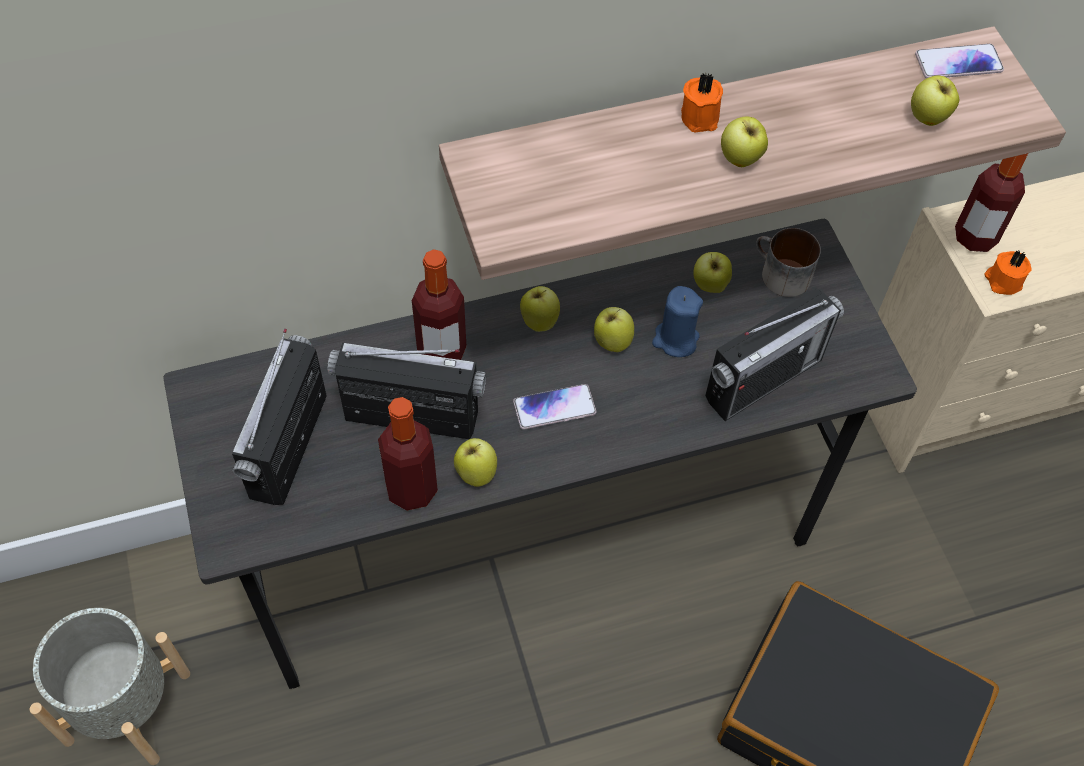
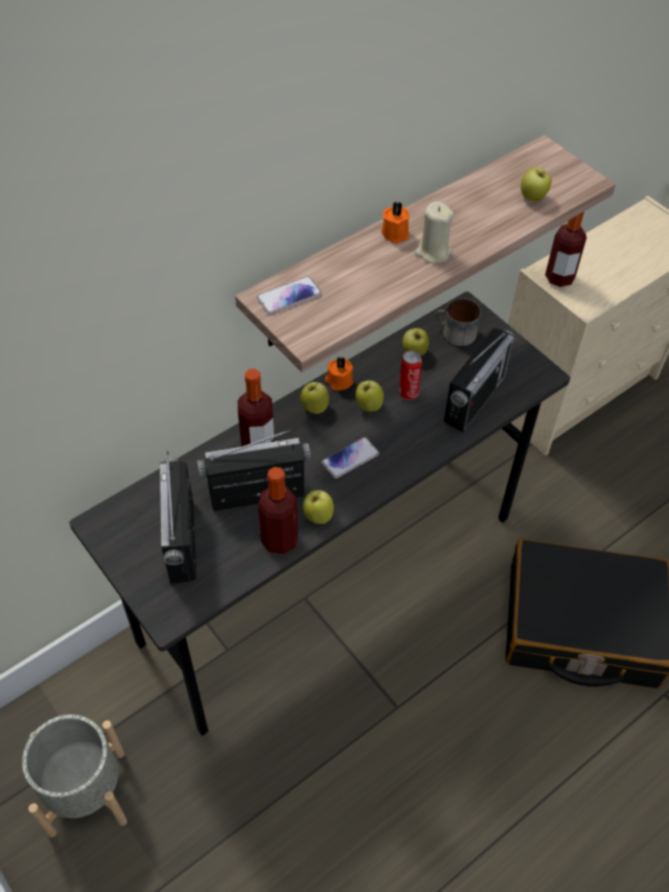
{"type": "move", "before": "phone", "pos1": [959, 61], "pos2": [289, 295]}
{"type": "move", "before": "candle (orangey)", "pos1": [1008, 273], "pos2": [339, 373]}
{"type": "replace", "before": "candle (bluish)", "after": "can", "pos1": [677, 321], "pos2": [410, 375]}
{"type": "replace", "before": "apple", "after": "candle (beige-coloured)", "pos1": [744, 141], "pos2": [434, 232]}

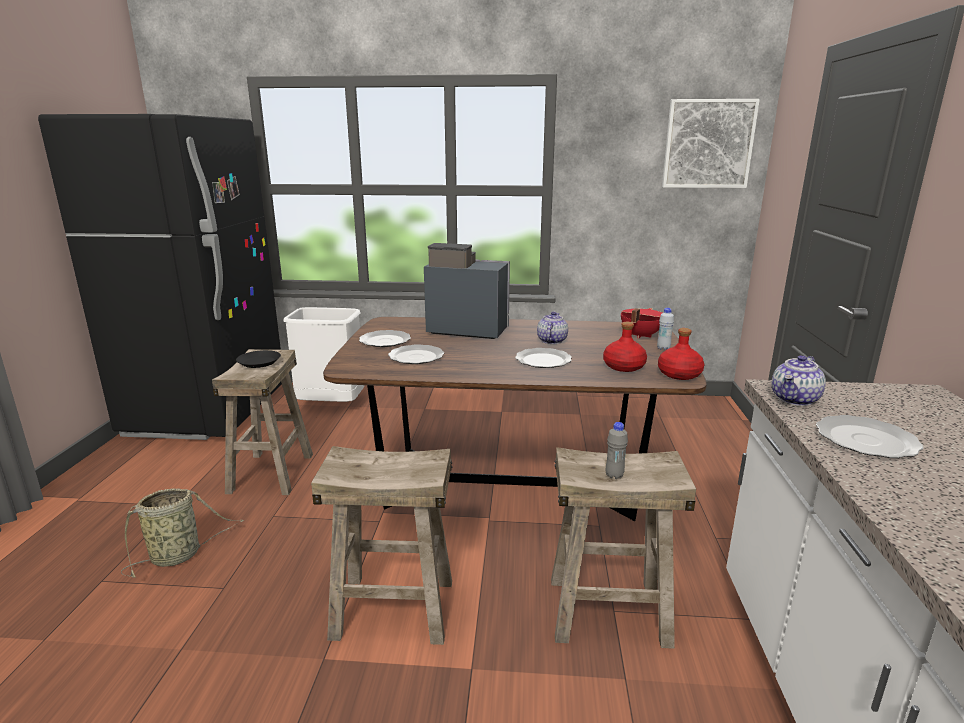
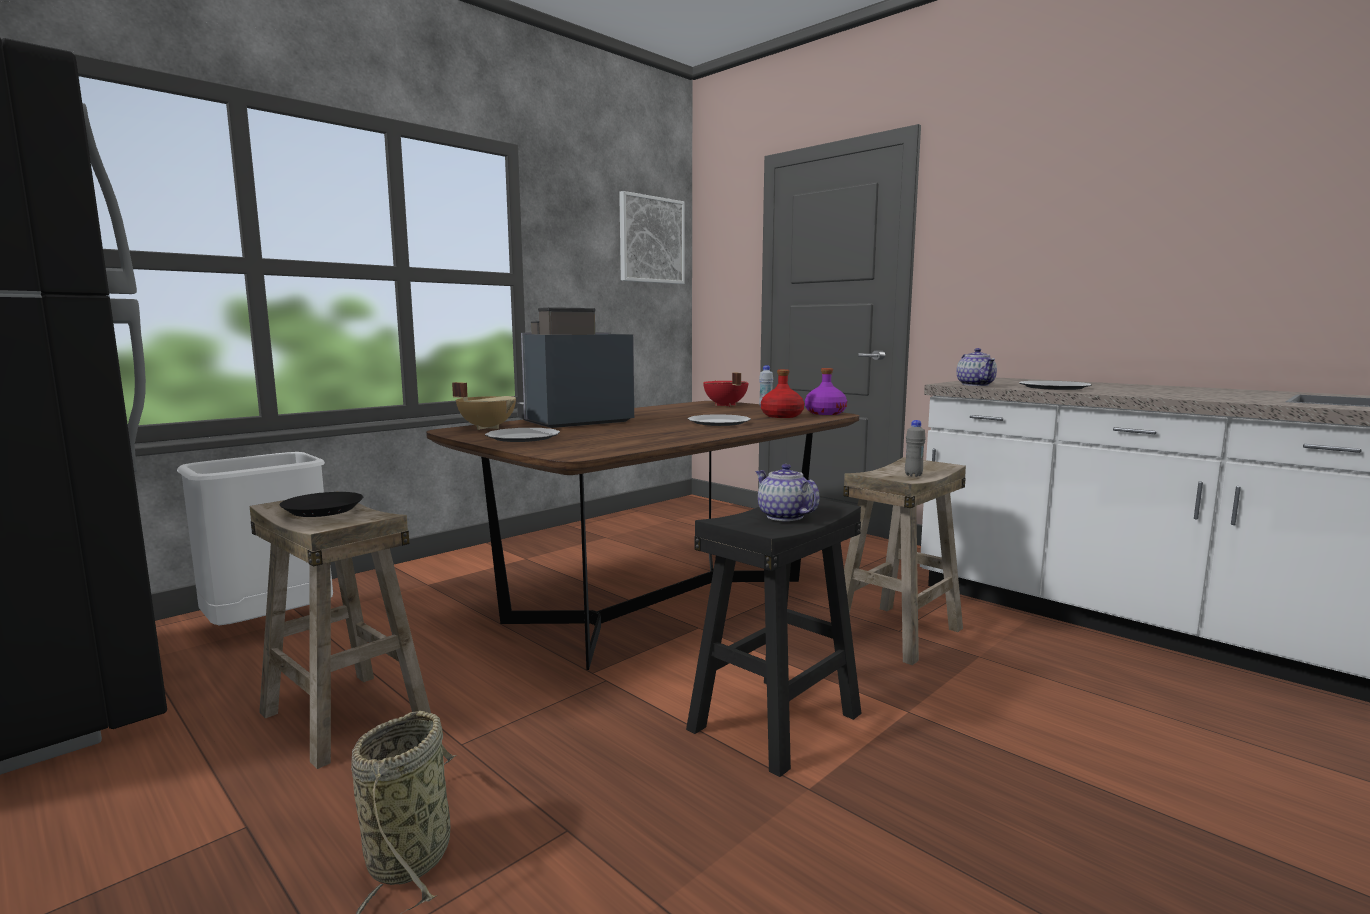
{"type": "insert", "after": "cooking pot (beige-coloured)", "pos2": [484, 406]}
{"type": "recolor", "before": "stool seat (beige-coloured)", "after": "stool seat (black)", "pos1": [381, 545], "pos2": [774, 637]}
{"type": "move", "before": "pot for tea", "pos1": [552, 328], "pos2": [787, 492]}
{"type": "recolor", "before": "beverage bottle (red-coloured)", "after": "beverage bottle (purplish)", "pos1": [681, 354], "pos2": [826, 391]}
{"type": "delete", "before": "plate", "pos1": [416, 354]}

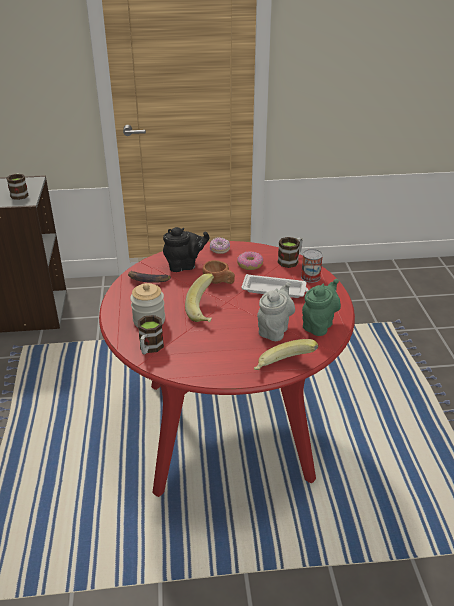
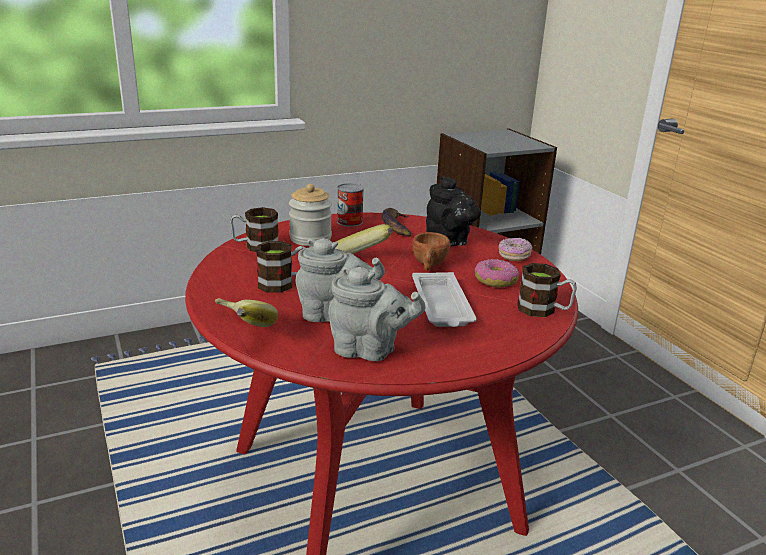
{"type": "move", "before": "mug", "pos1": [17, 186], "pos2": [281, 267]}
{"type": "recolor", "before": "pot for tea (greenish)", "after": "pot for tea (greyish)", "pos1": [321, 307], "pos2": [377, 313]}
{"type": "move", "before": "can", "pos1": [312, 266], "pos2": [350, 205]}

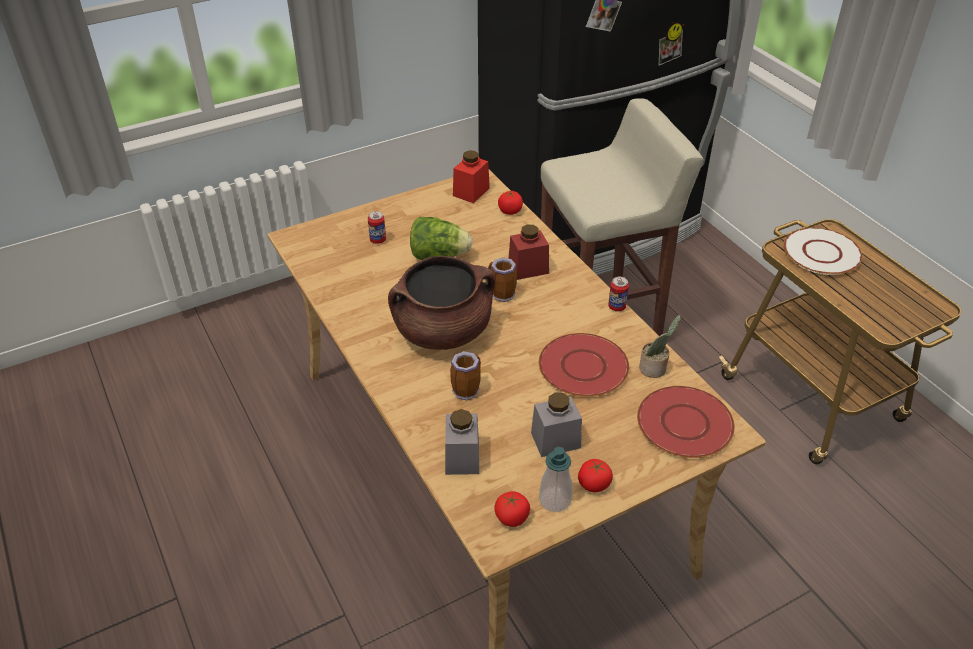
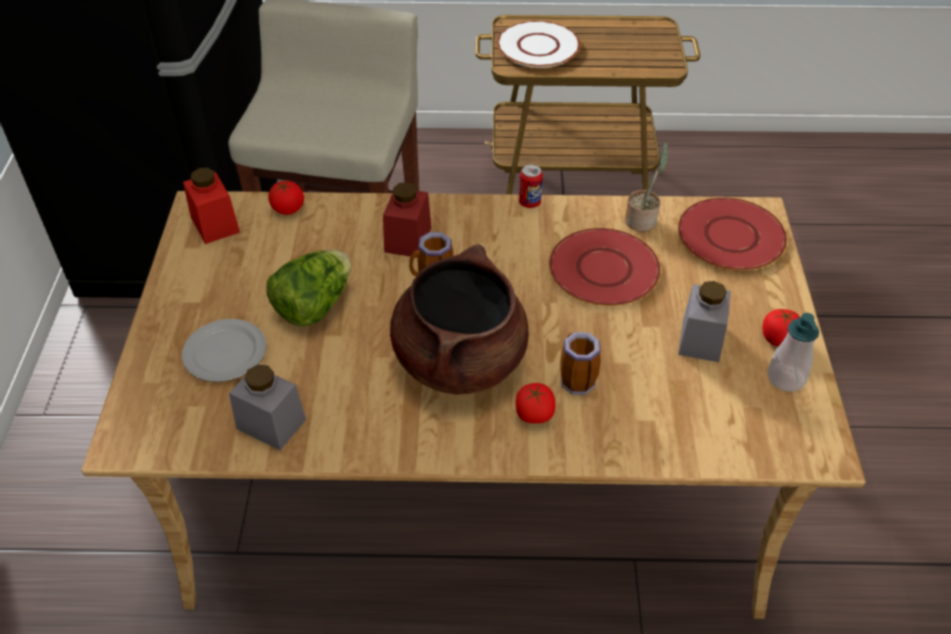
{"type": "replace", "before": "can", "after": "plate", "pos1": [377, 227], "pos2": [224, 350]}
{"type": "move", "before": "preserve jar (greyish)", "pos1": [462, 442], "pos2": [267, 408]}
{"type": "move", "before": "fresh tomato", "pos1": [512, 509], "pos2": [535, 403]}

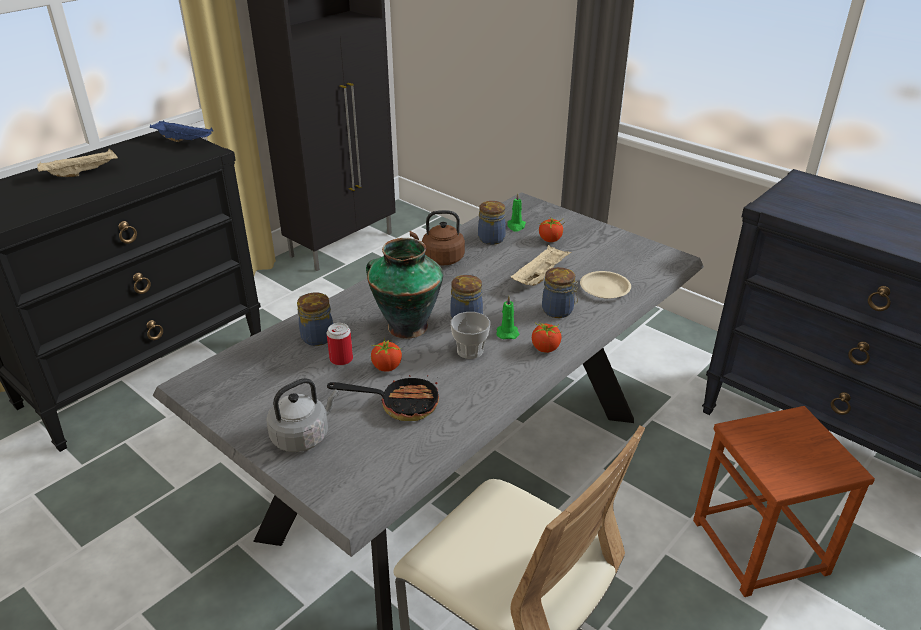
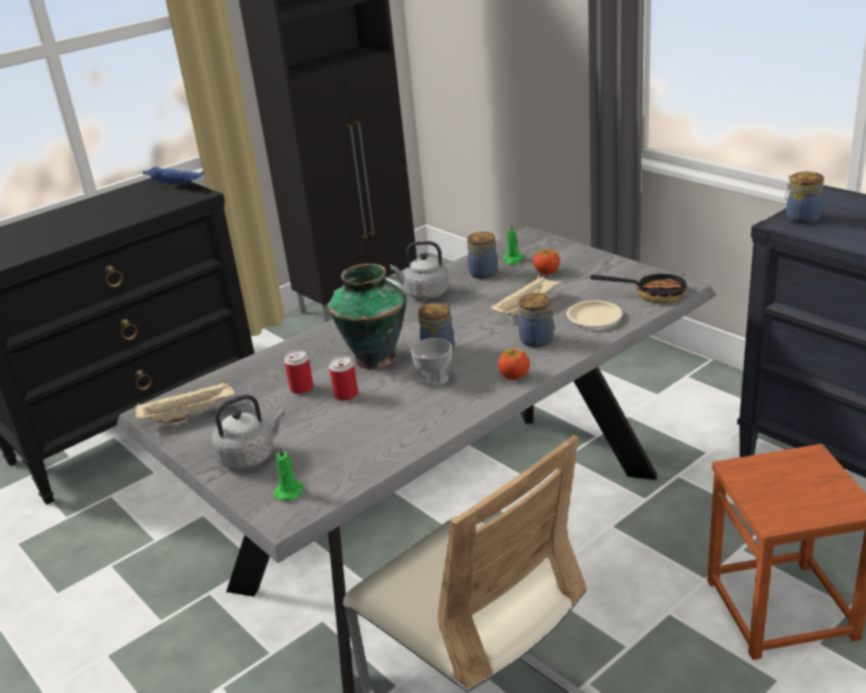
{"type": "move", "before": "serving tray (beige-coloured)", "pos1": [77, 163], "pos2": [185, 401]}
{"type": "move", "before": "candle (greenish)", "pos1": [508, 317], "pos2": [289, 472]}
{"type": "replace", "before": "fresh tomato", "after": "can", "pos1": [386, 354], "pos2": [343, 378]}
{"type": "recolor", "before": "water kettle (brownish)", "after": "water kettle (greyish)", "pos1": [437, 237], "pos2": [419, 270]}
{"type": "move", "before": "skillet", "pos1": [383, 398], "pos2": [638, 286]}
{"type": "move", "before": "preserve jar", "pos1": [315, 319], "pos2": [804, 198]}

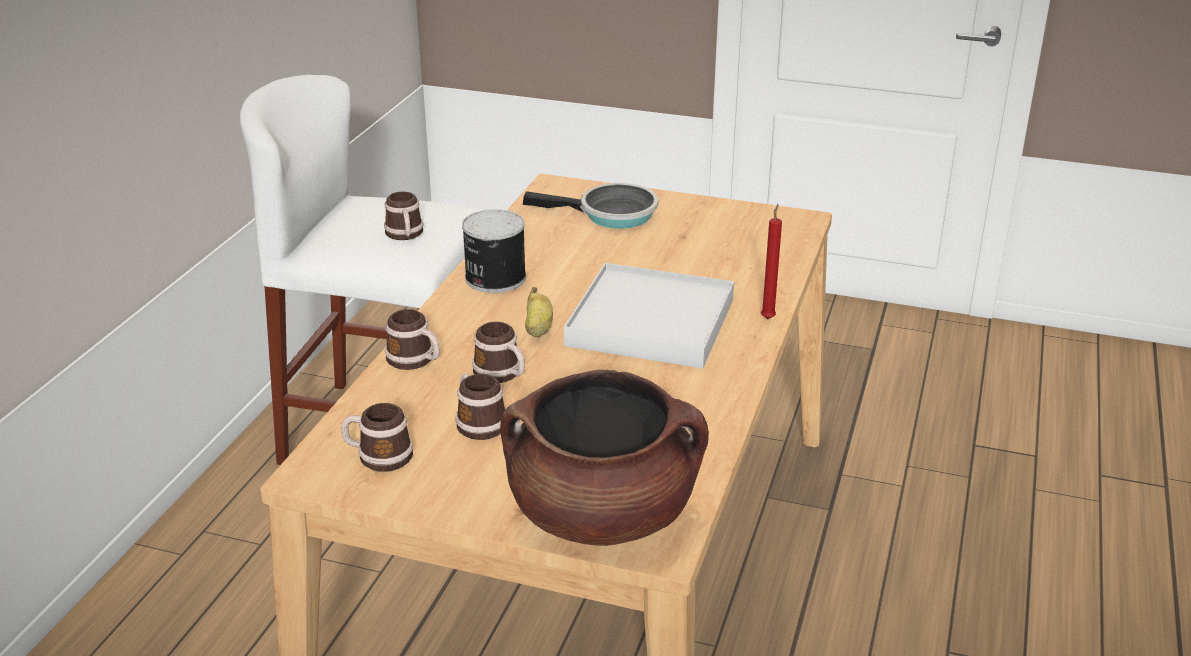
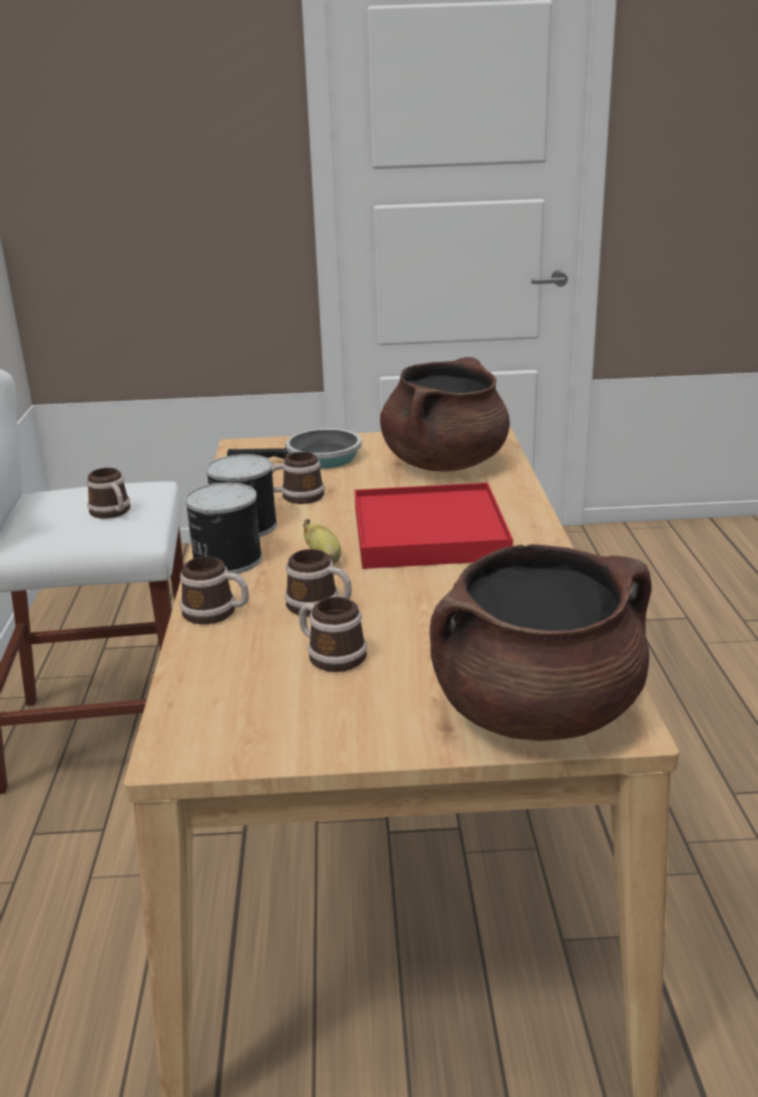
{"type": "insert", "after": "can", "pos2": [223, 528]}
{"type": "move", "before": "mug", "pos1": [377, 437], "pos2": [298, 478]}
{"type": "recolor", "before": "serving tray (white-coloured)", "after": "serving tray (red-coloured)", "pos1": [649, 315], "pos2": [434, 526]}
{"type": "insert", "after": "cooking pot (brownish)", "pos2": [445, 414]}
{"type": "delete", "before": "candle (red-coloured)", "pos1": [771, 261]}

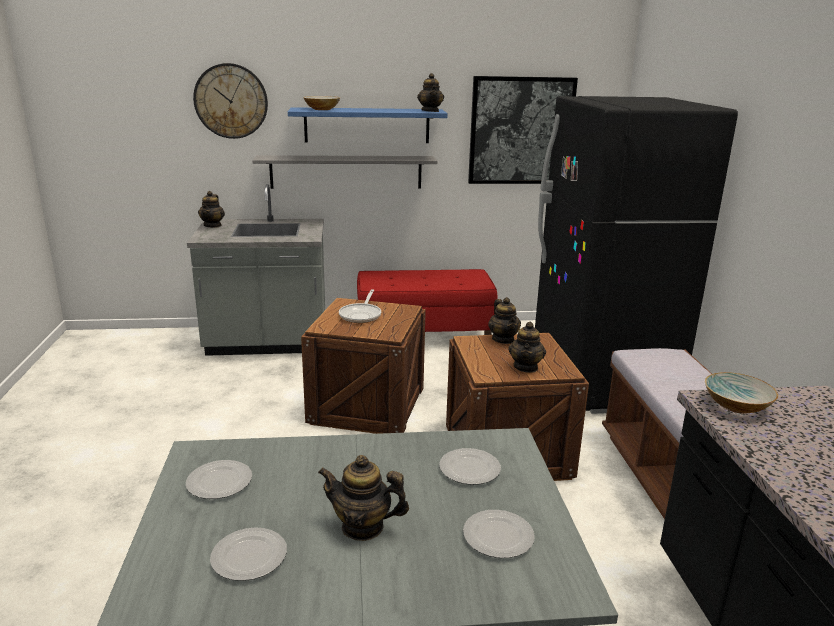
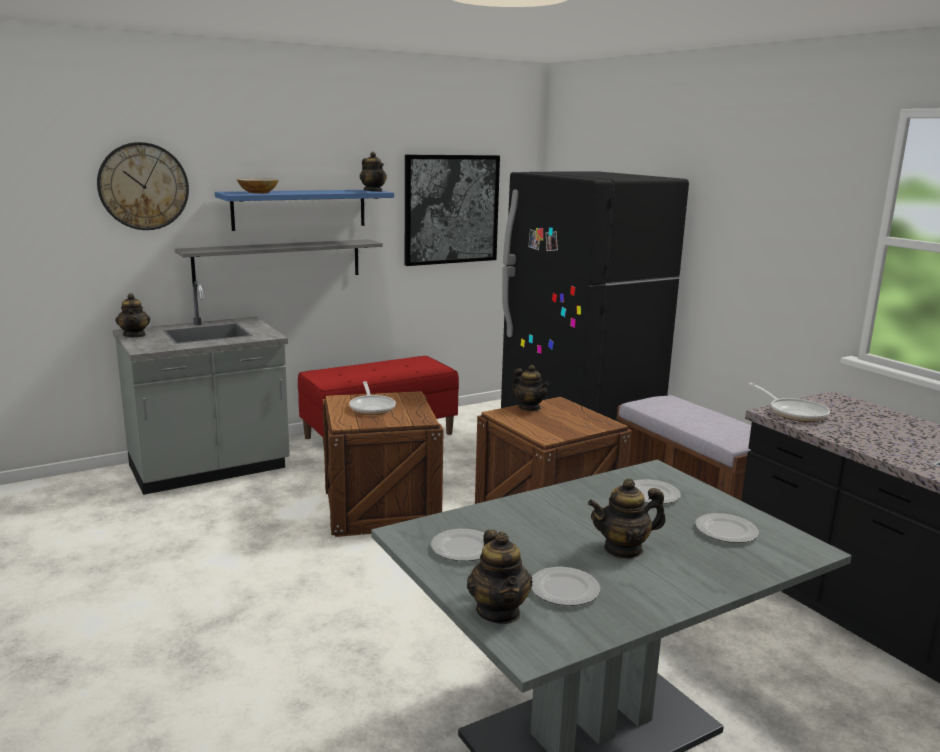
{"type": "move", "before": "pot for tea", "pos1": [527, 347], "pos2": [500, 577]}
{"type": "replace", "before": "bowl", "after": "skillet", "pos1": [741, 393], "pos2": [789, 402]}

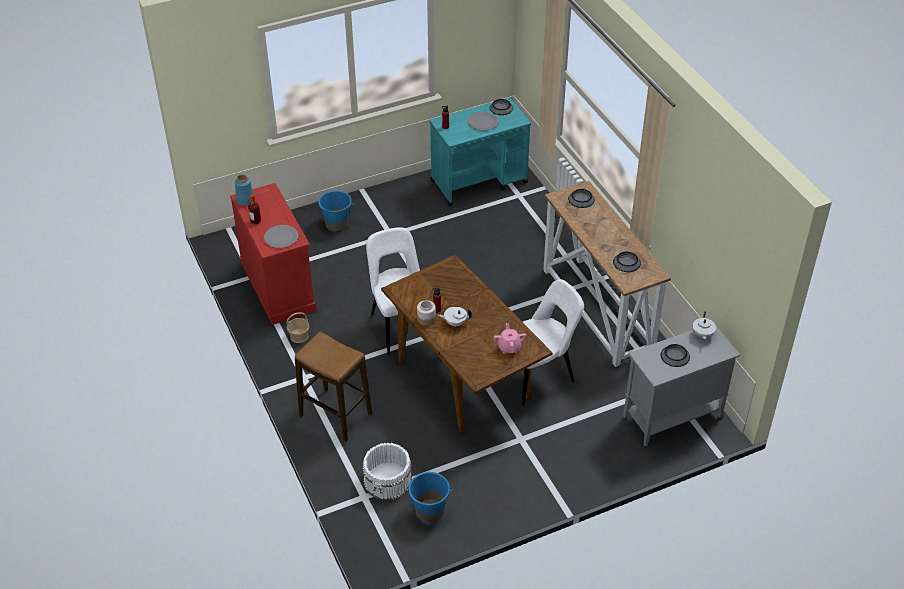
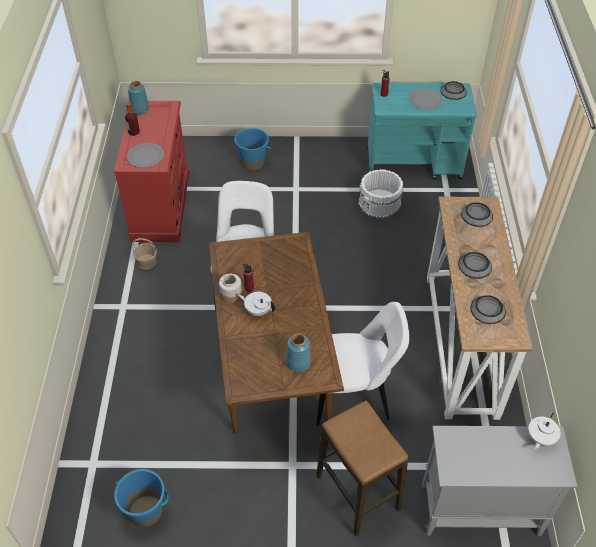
{"type": "replace", "before": "pot for tea (pink)", "after": "flower vase (bluish)", "pos1": [510, 338], "pos2": [298, 352]}
{"type": "move", "before": "stool seat", "pos1": [333, 386], "pos2": [362, 468]}
{"type": "move", "before": "water bucket (white-coloured)", "pos1": [387, 472], "pos2": [380, 194]}
{"type": "move", "before": "bowl", "pos1": [675, 355], "pos2": [475, 265]}

